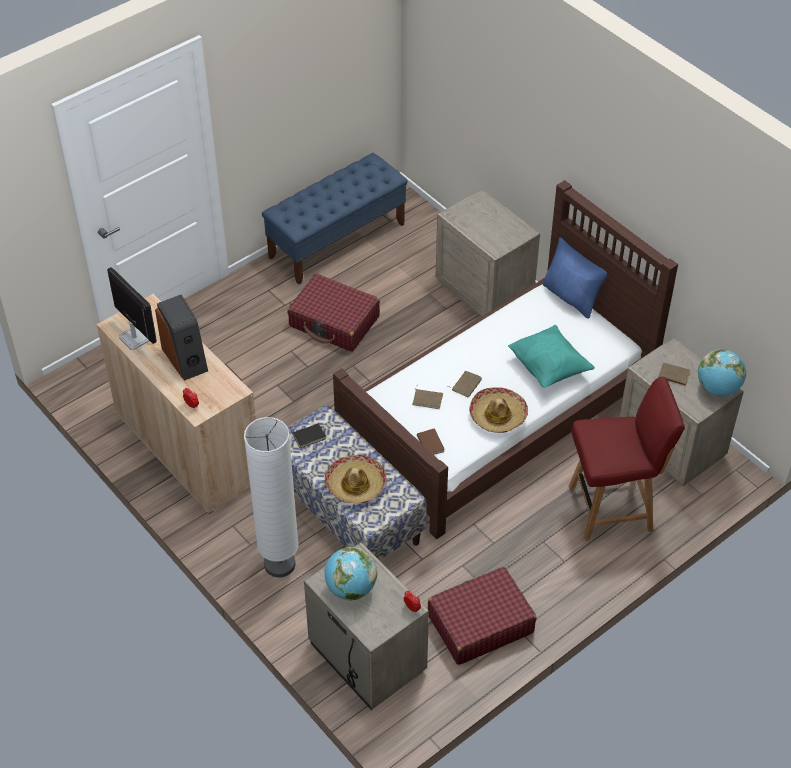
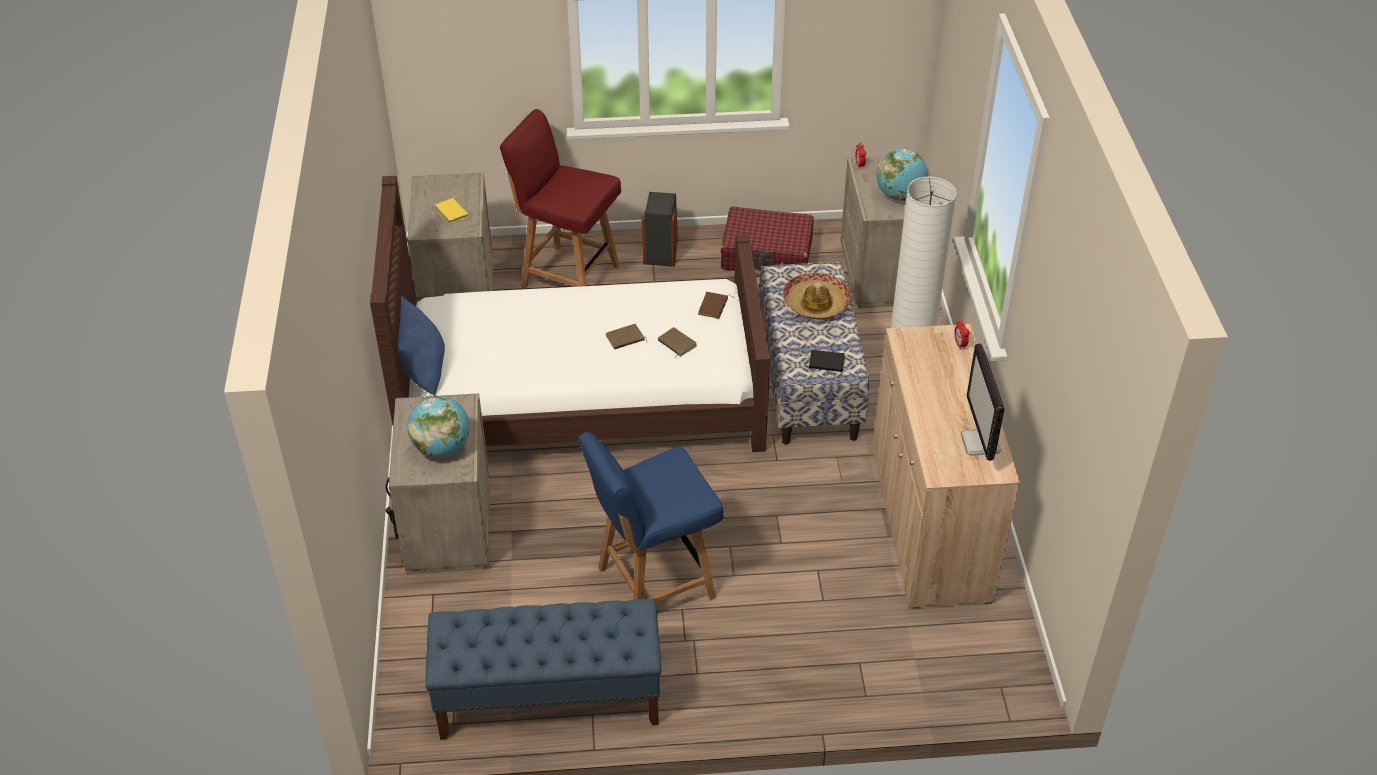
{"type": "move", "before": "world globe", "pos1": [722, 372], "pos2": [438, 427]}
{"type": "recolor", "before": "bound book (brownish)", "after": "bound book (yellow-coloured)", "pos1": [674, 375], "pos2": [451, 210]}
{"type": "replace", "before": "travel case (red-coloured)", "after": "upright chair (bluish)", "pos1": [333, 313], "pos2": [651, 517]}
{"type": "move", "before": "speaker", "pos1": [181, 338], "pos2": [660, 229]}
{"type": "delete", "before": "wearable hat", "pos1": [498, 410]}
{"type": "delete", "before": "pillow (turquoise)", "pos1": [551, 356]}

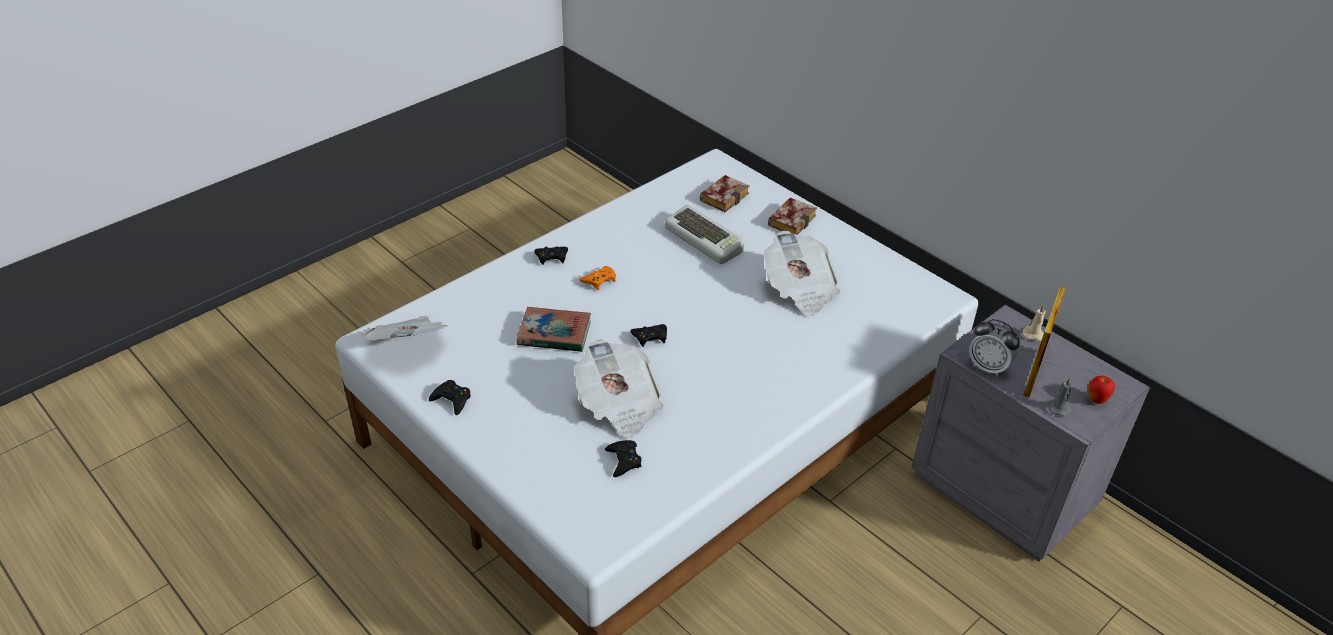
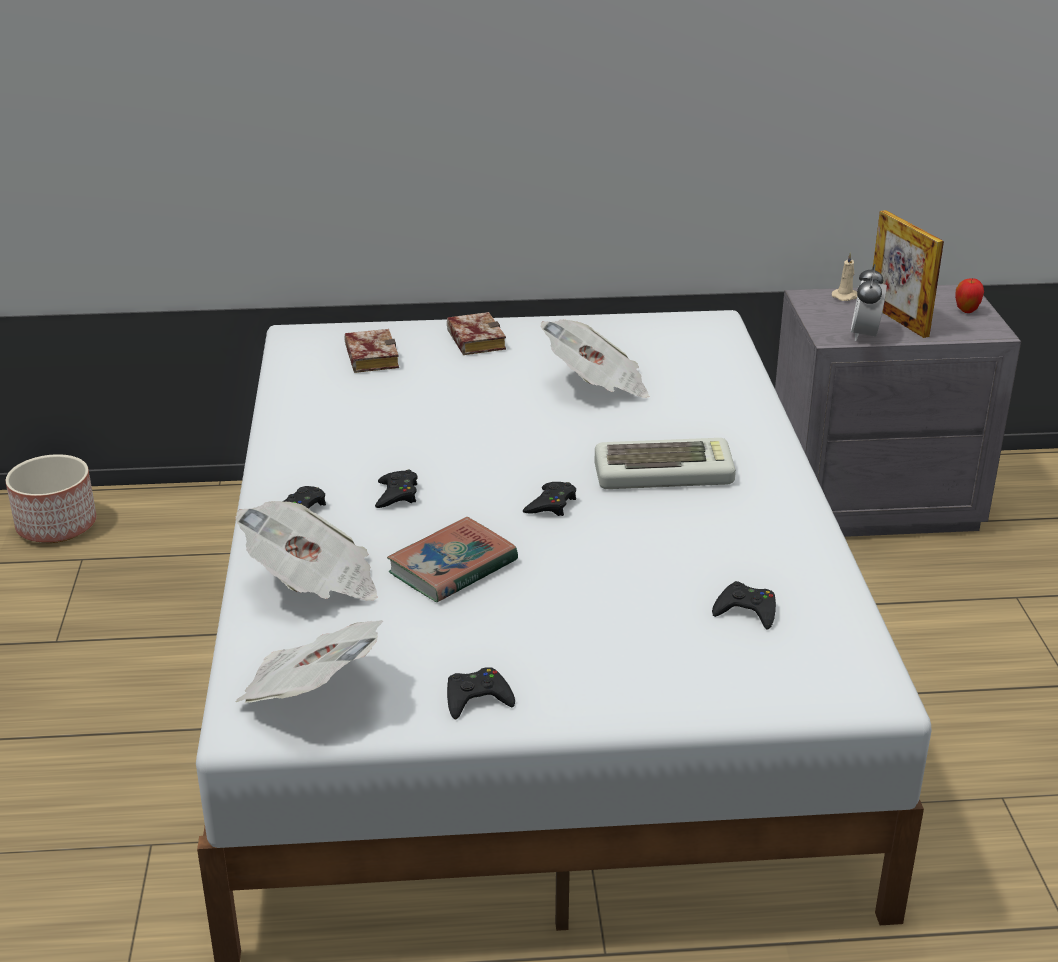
{"type": "insert", "after": "planter", "pos2": [51, 498]}
{"type": "move", "before": "daily paper", "pos1": [618, 389], "pos2": [307, 551]}
{"type": "recolor", "before": "game controller (orangey)", "after": "game controller (black)", "pos1": [597, 278], "pos2": [396, 489]}
{"type": "move", "before": "PC keyboard", "pos1": [704, 234], "pos2": [665, 463]}
{"type": "rotate", "before": "bedside clock", "pos1": [994, 348], "pos2": [869, 302], "turn": 120}
{"type": "delete", "before": "candle (greyish)", "pos1": [1060, 397]}

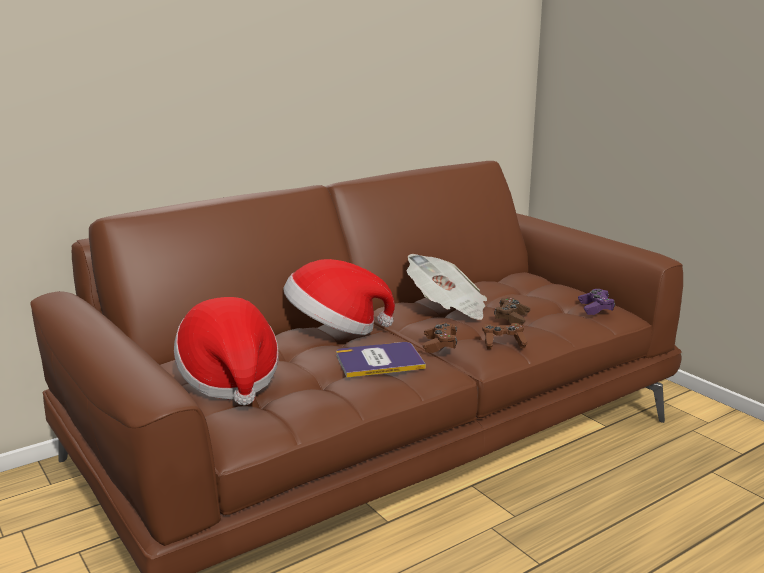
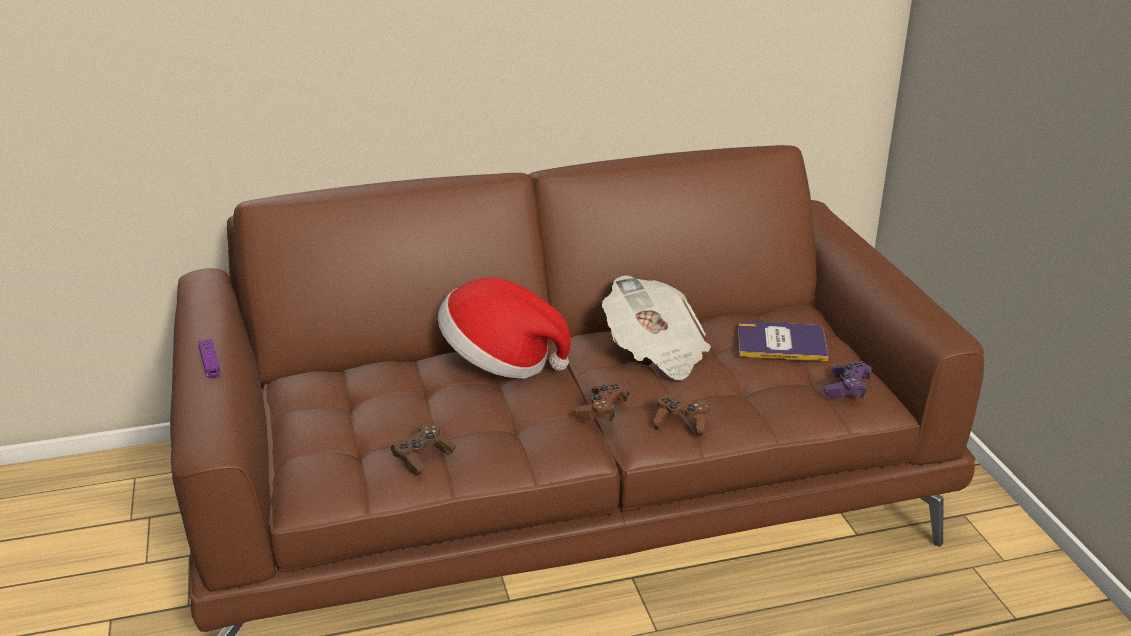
{"type": "insert", "after": "game controller (purplish)", "pos2": [210, 358]}
{"type": "move", "before": "game controller (brownish)", "pos1": [512, 311], "pos2": [423, 450]}
{"type": "move", "before": "bound book", "pos1": [381, 360], "pos2": [783, 341]}
{"type": "delete", "before": "wearable hat", "pos1": [226, 351]}

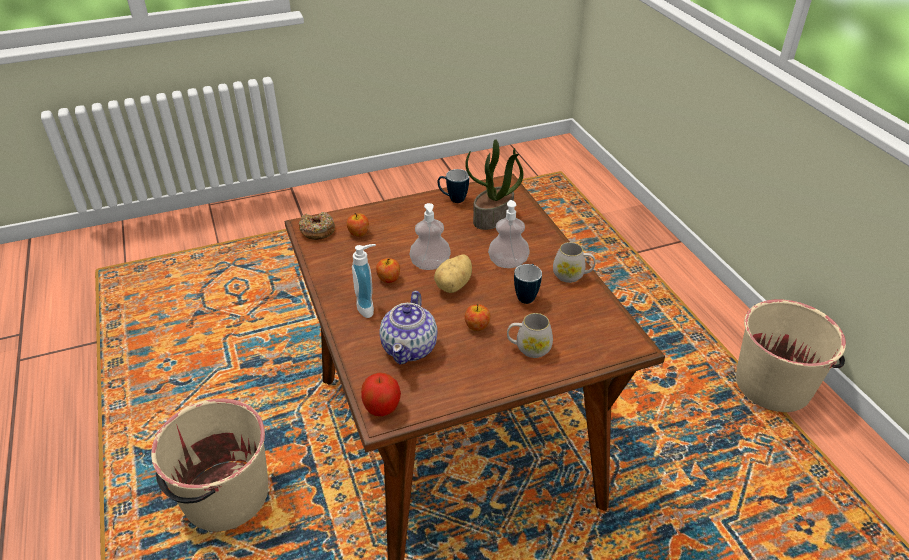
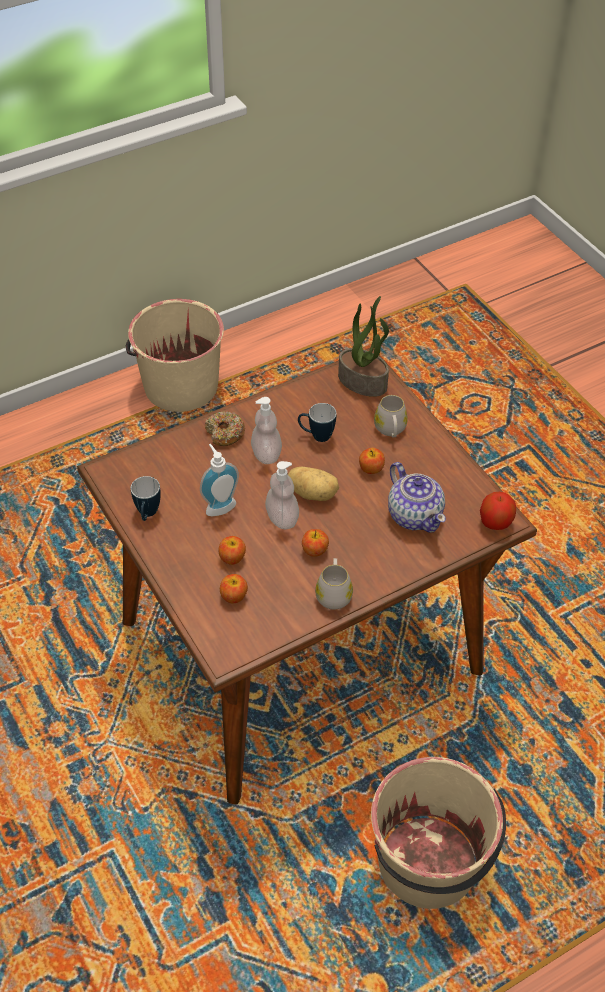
{"type": "move", "before": "liquid soap bottle", "pos1": [364, 281], "pos2": [219, 480]}
{"type": "move", "before": "donut", "pos1": [317, 226], "pos2": [225, 428]}
{"type": "insert", "after": "apple", "pos2": [232, 550]}
{"type": "move", "before": "mug (white-coloured)", "pos1": [574, 262], "pos2": [334, 584]}
{"type": "move", "before": "potted plant", "pos1": [494, 184], "pos2": [363, 346]}
{"type": "rotate", "before": "pot for tea", "pos1": [408, 328], "pos2": [417, 497], "turn": 60}

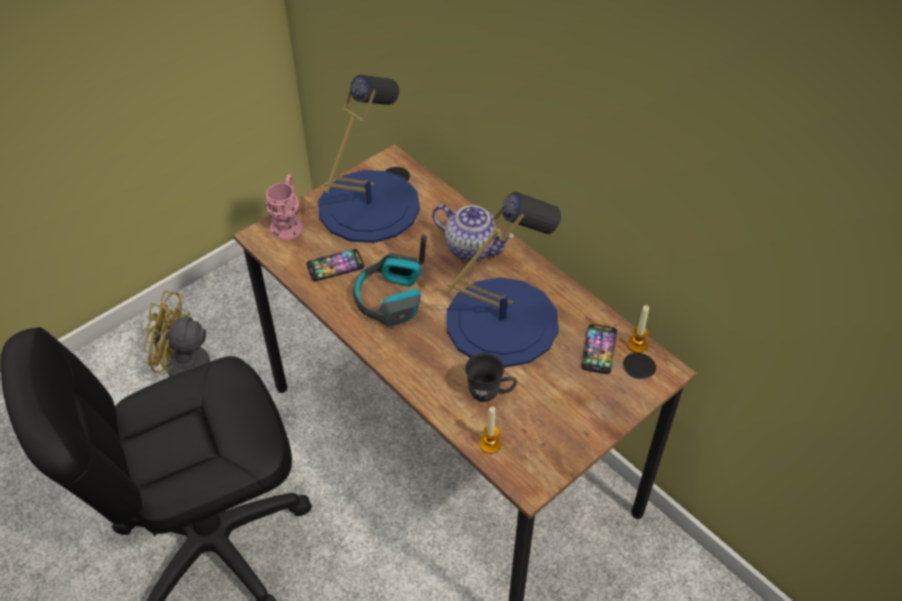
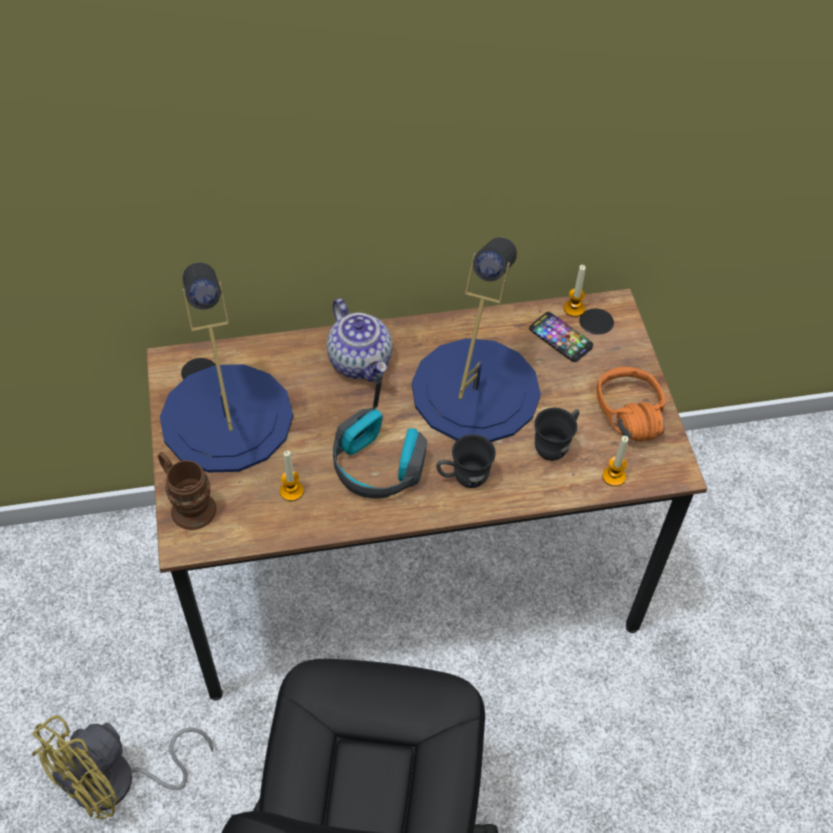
{"type": "recolor", "before": "mug (pink)", "after": "mug (brownish)", "pos1": [284, 207], "pos2": [187, 491]}
{"type": "replace", "before": "phone", "after": "candle", "pos1": [335, 265], "pos2": [292, 475]}
{"type": "rotate", "before": "pot for tea", "pos1": [473, 232], "pos2": [359, 340], "turn": 90}
{"type": "insert", "after": "mug (greyish)", "pos2": [466, 461]}
{"type": "insert", "after": "headphones (orangey)", "pos2": [630, 404]}

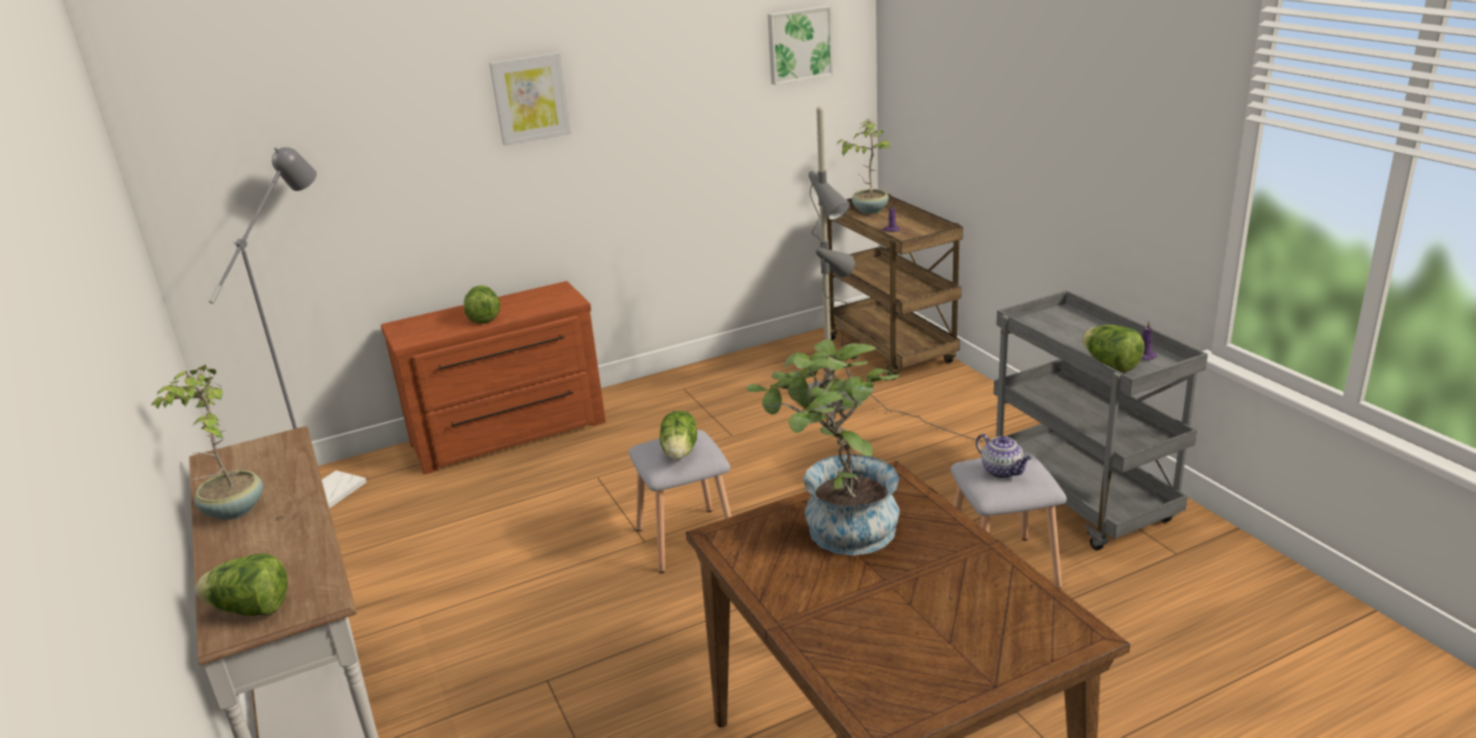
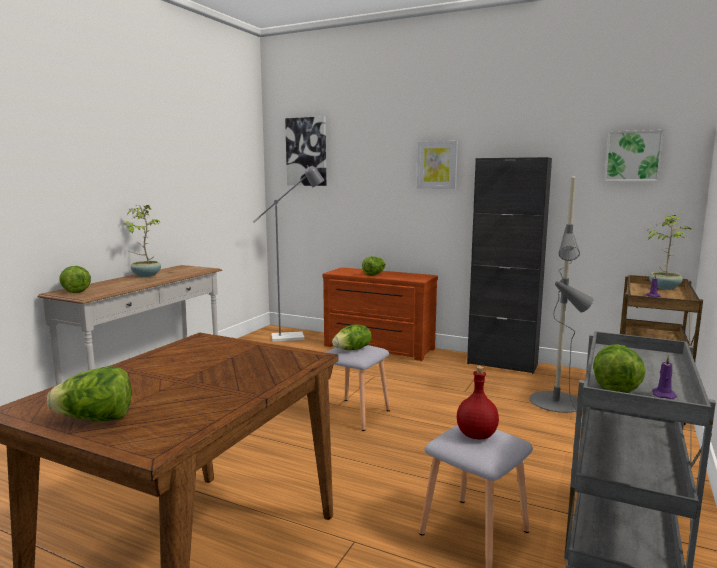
{"type": "insert", "after": "lettuce head", "pos2": [89, 393]}
{"type": "insert", "after": "wall picture", "pos2": [305, 151]}
{"type": "replace", "before": "pot for tea", "after": "beverage bottle (red-coloured)", "pos1": [1003, 456], "pos2": [478, 402]}
{"type": "insert", "after": "cupboard (black)", "pos2": [509, 265]}
{"type": "delete", "before": "potted plant", "pos1": [823, 447]}

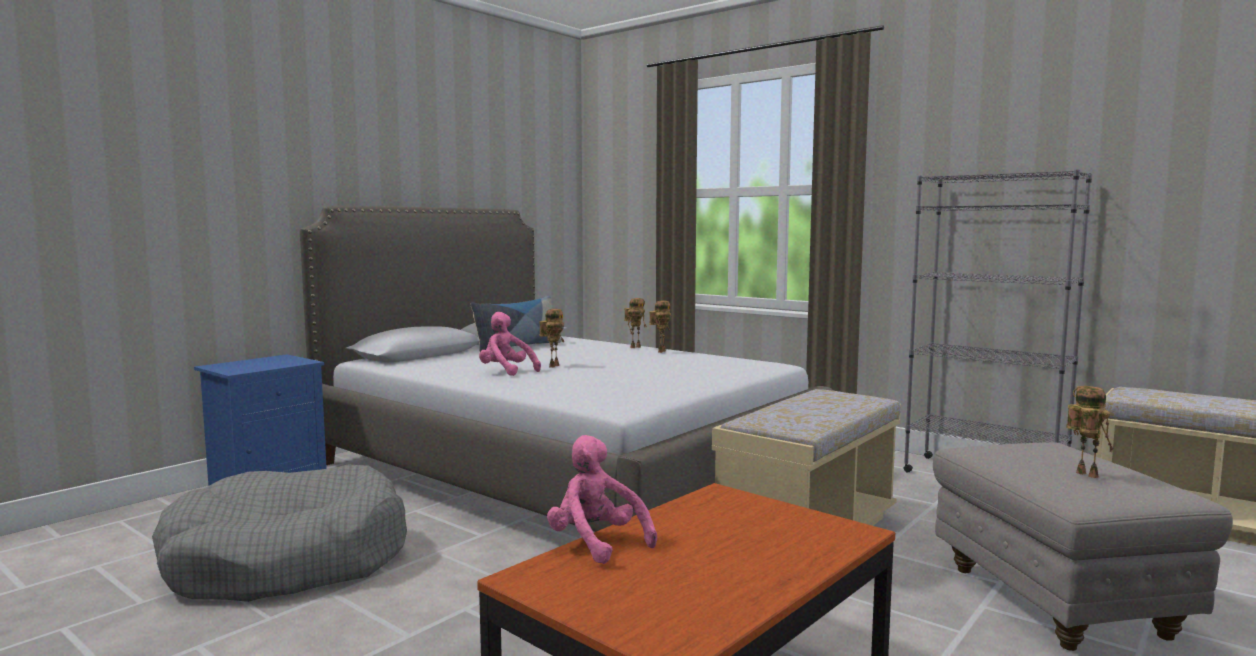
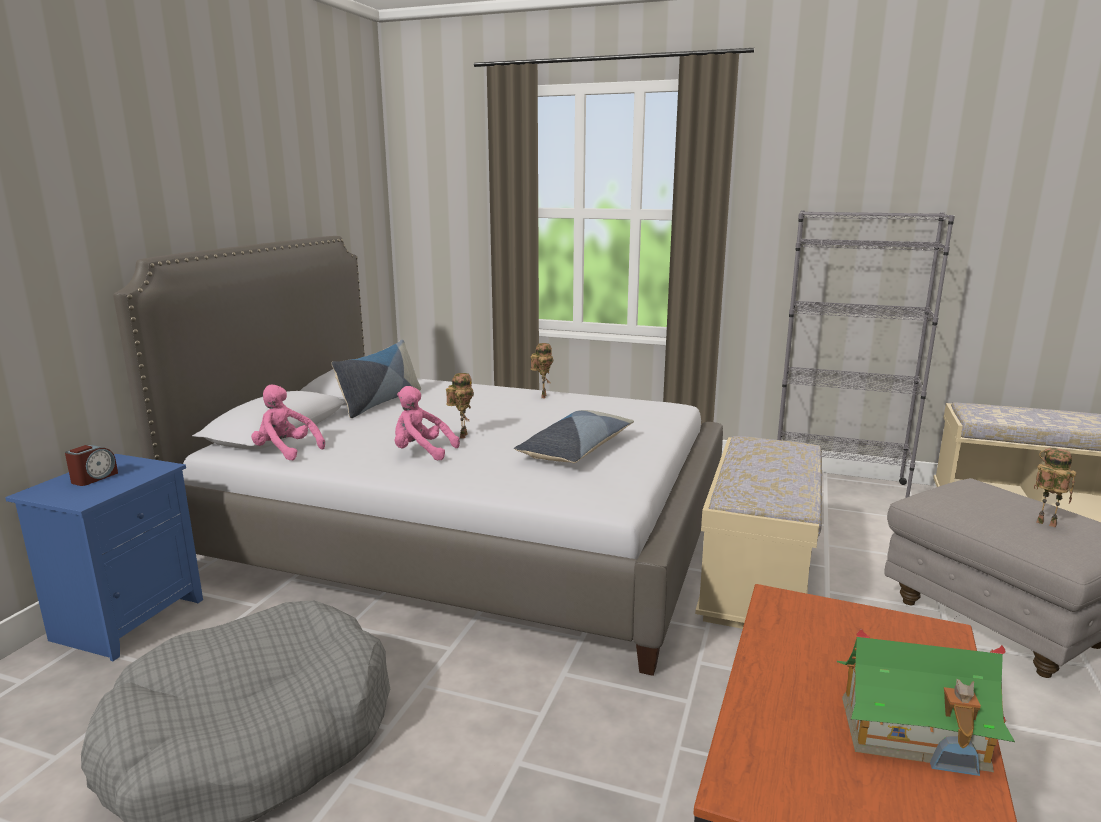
{"type": "insert", "after": "bedside clock", "pos2": [91, 465]}
{"type": "move", "before": "plush toy (pink)", "pos1": [602, 499], "pos2": [288, 422]}
{"type": "insert", "after": "pillow", "pos2": [574, 436]}
{"type": "insert", "after": "miniature house", "pos2": [926, 702]}
{"type": "delete", "before": "toy robot", "pos1": [635, 323]}

